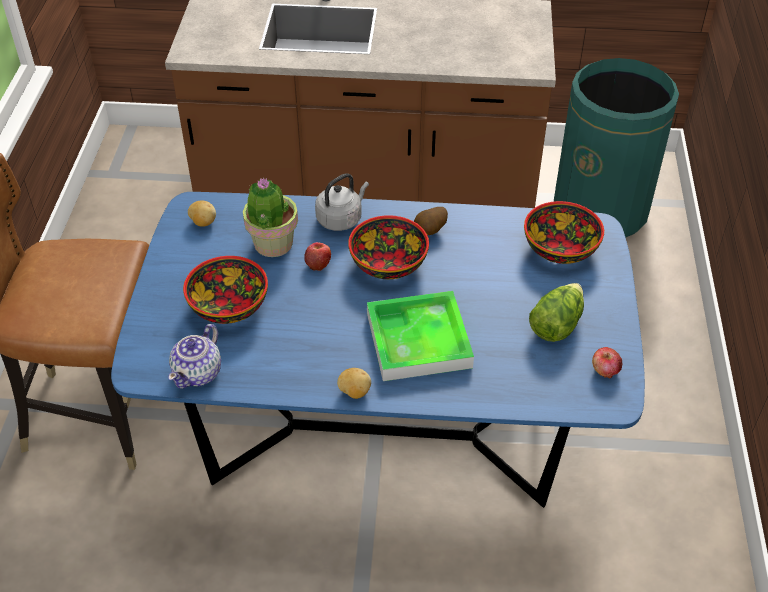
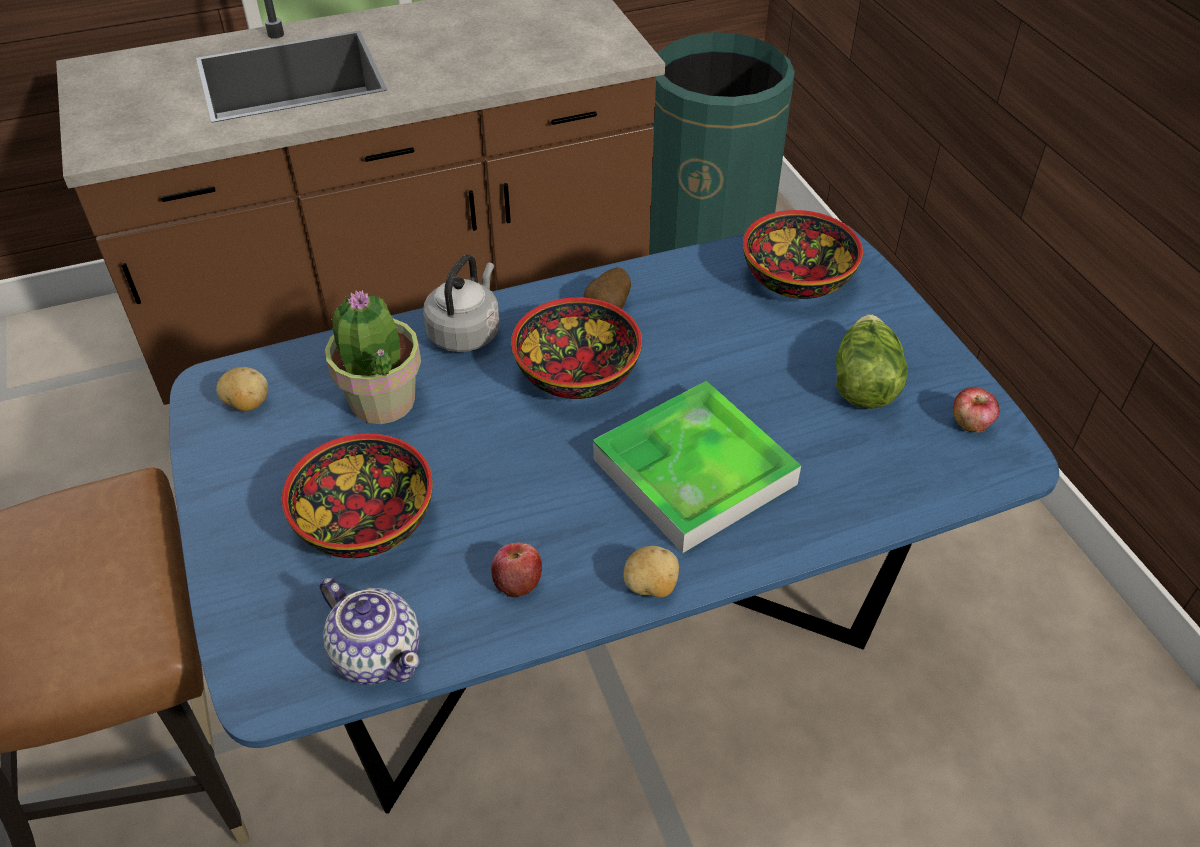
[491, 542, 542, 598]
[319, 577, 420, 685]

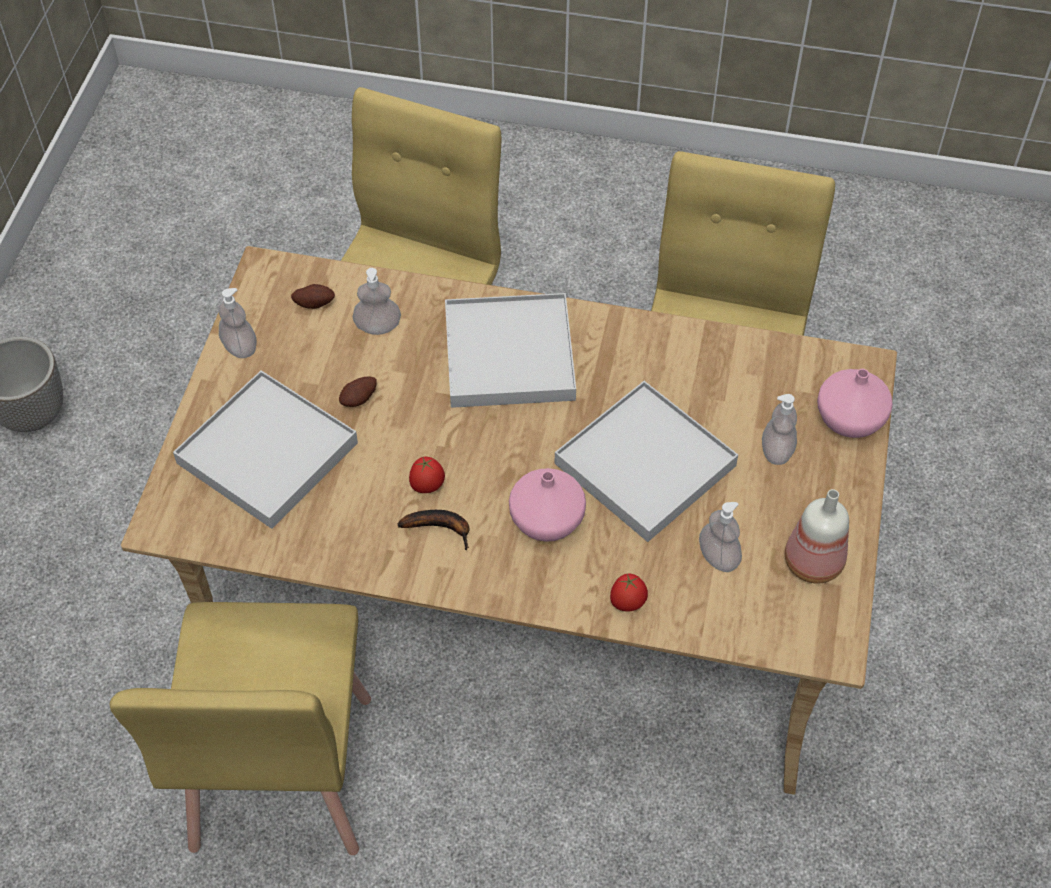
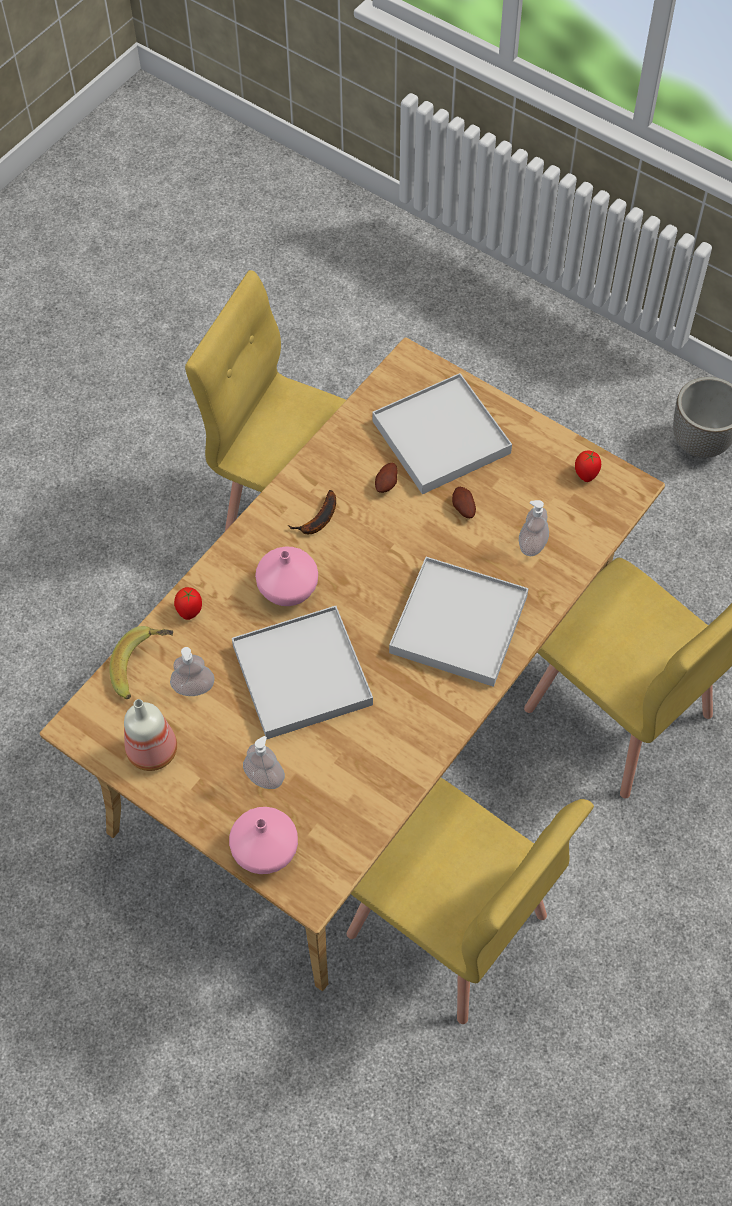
[219, 288, 257, 358] (first image)
[109, 626, 173, 699]
[375, 463, 397, 493]
[575, 451, 601, 482]

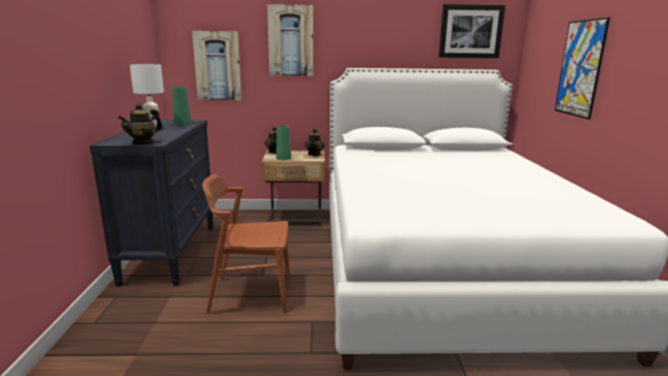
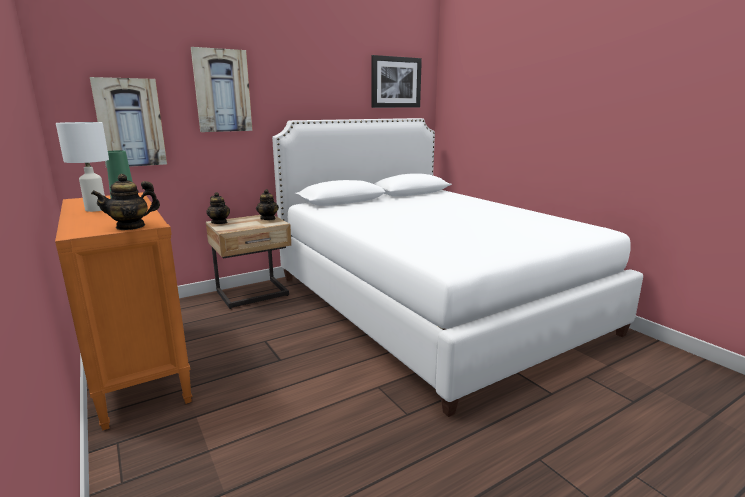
[203, 174, 290, 314] (first image)
[276, 125, 291, 160] (first image)
[554, 18, 610, 119] (first image)
[55, 192, 192, 431]
[91, 174, 160, 230]

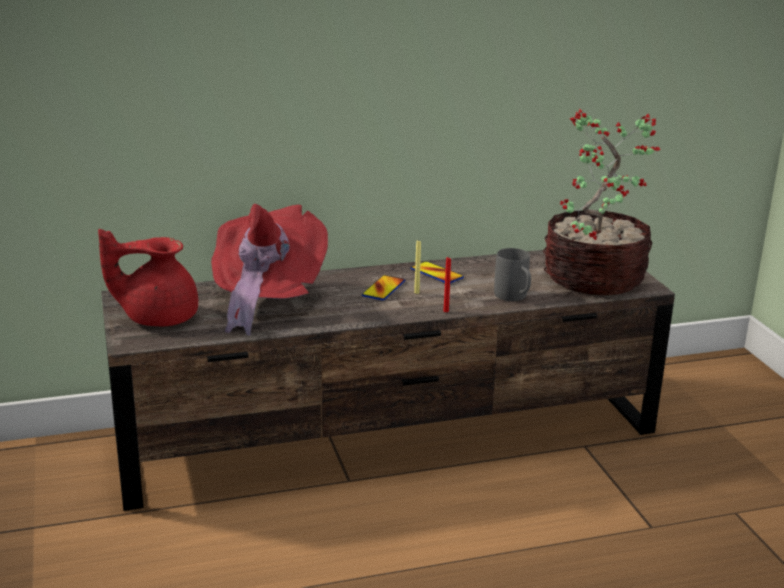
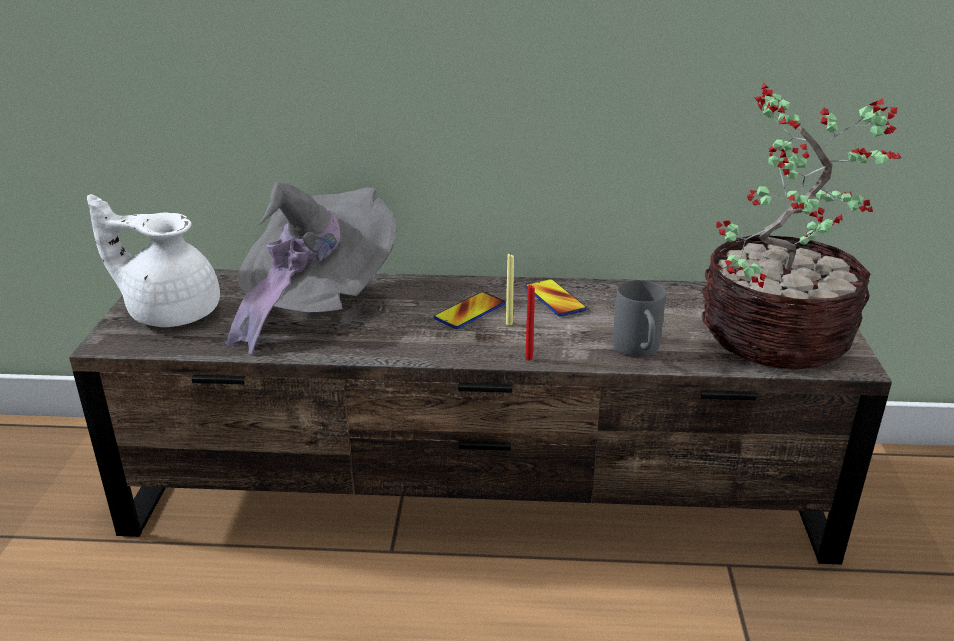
[87, 194, 220, 327]
[226, 182, 397, 356]

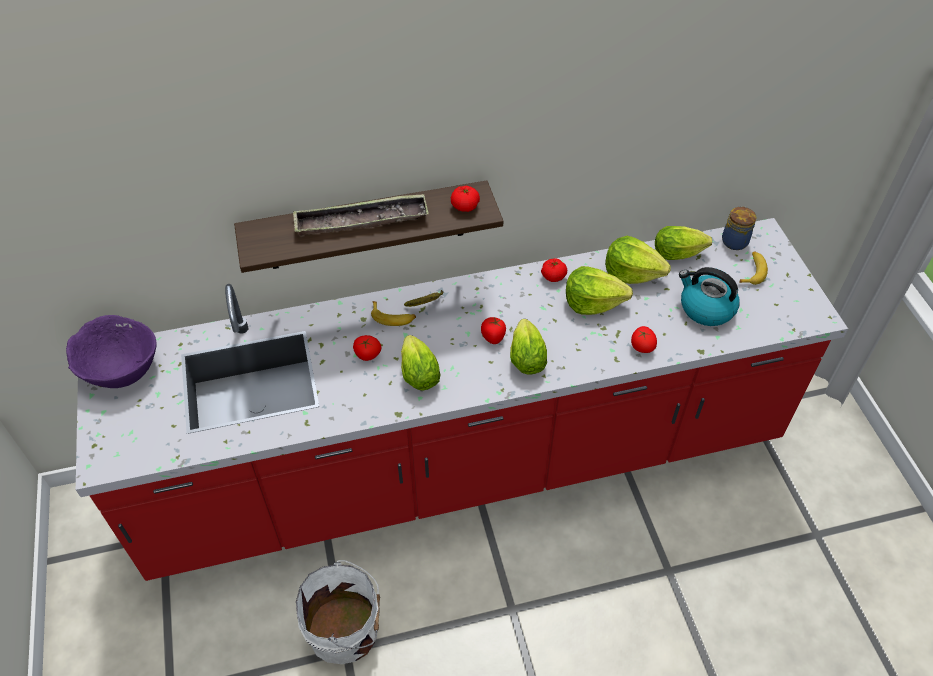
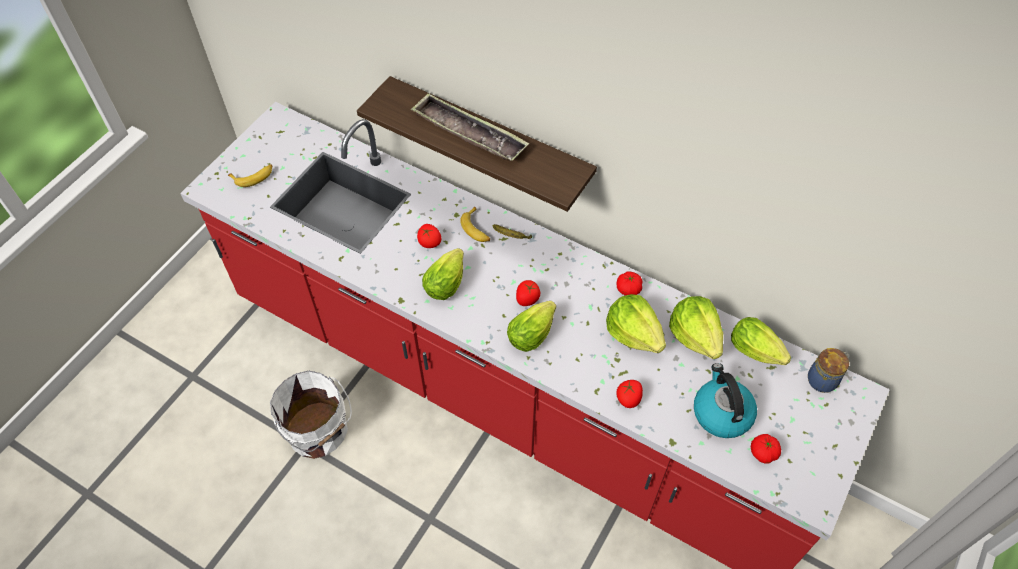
[66, 315, 157, 388] (first image)
[751, 434, 781, 463]
[228, 164, 273, 187]

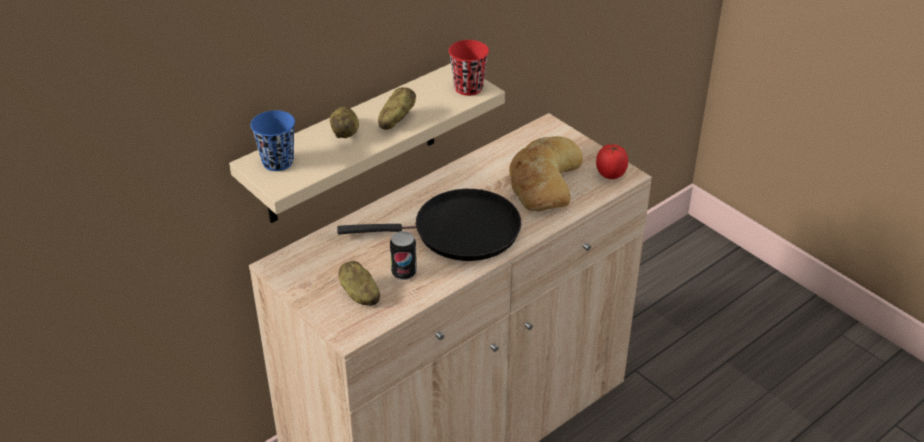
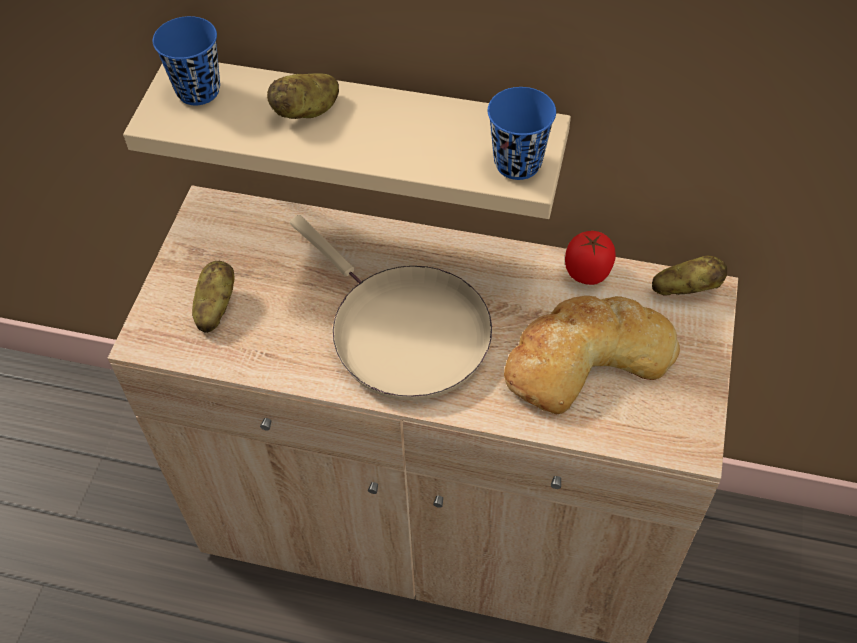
[390, 231, 417, 280] (first image)
[652, 256, 727, 296]
[565, 231, 616, 285]
[290, 215, 492, 401]
[488, 87, 556, 180]

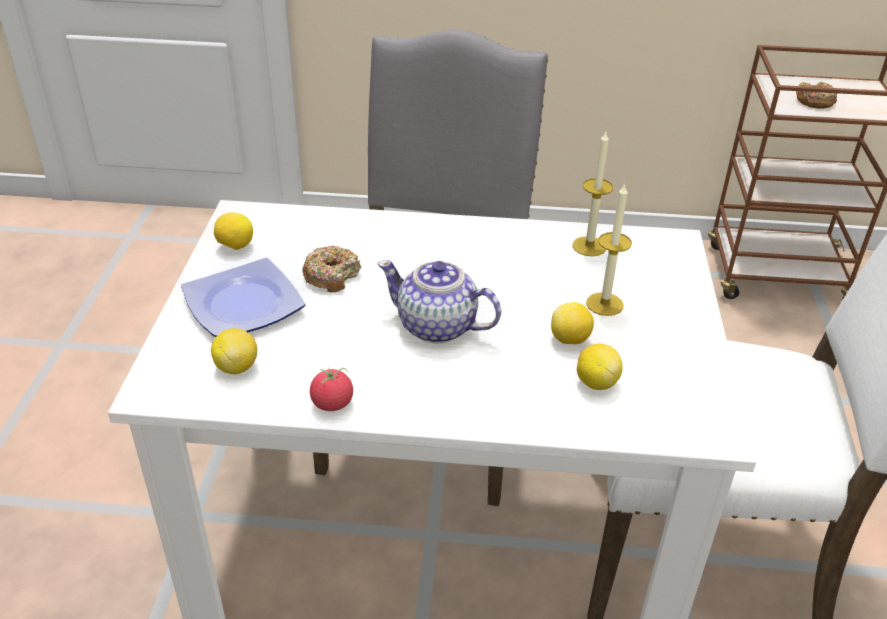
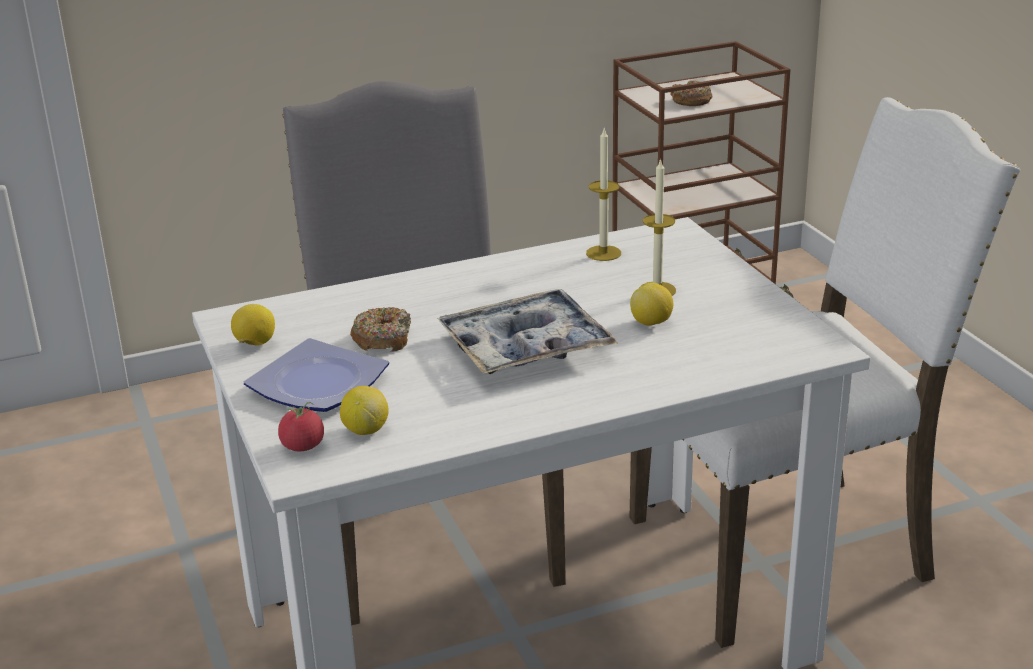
[577, 343, 623, 390] (first image)
[278, 402, 324, 451]
[437, 289, 617, 374]

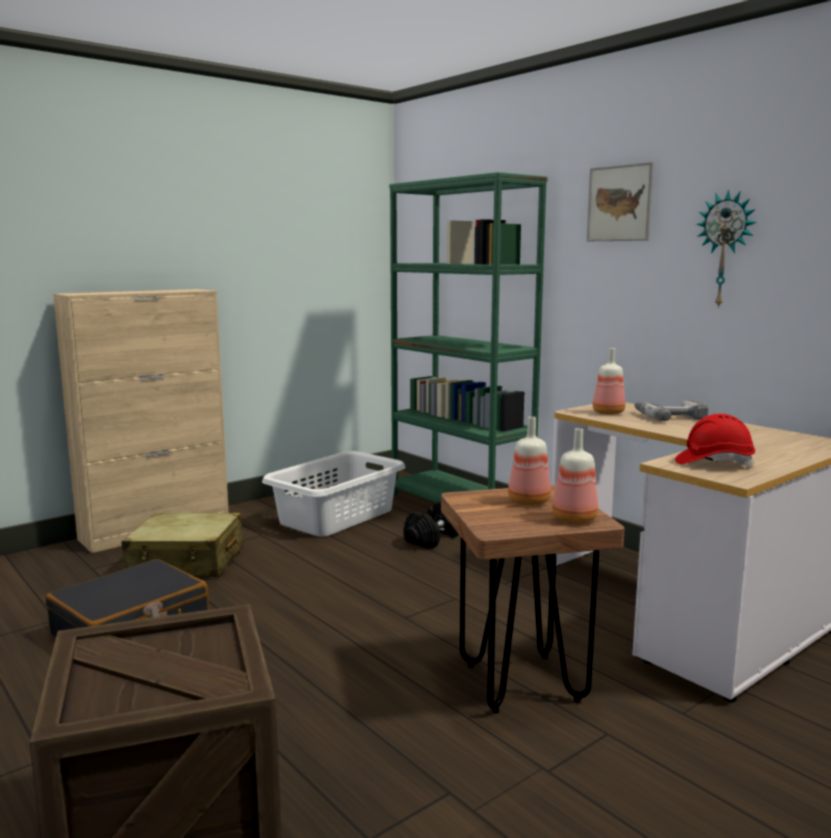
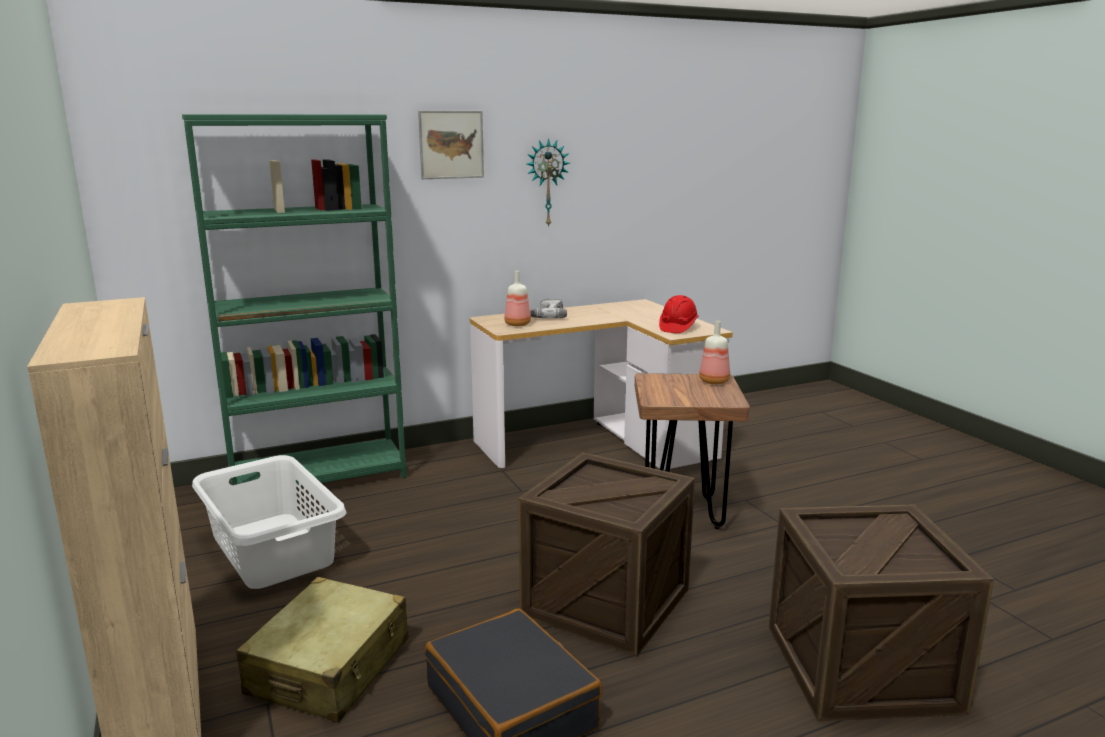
[403, 501, 459, 549] (first image)
[508, 417, 551, 506] (first image)
[518, 452, 695, 657]

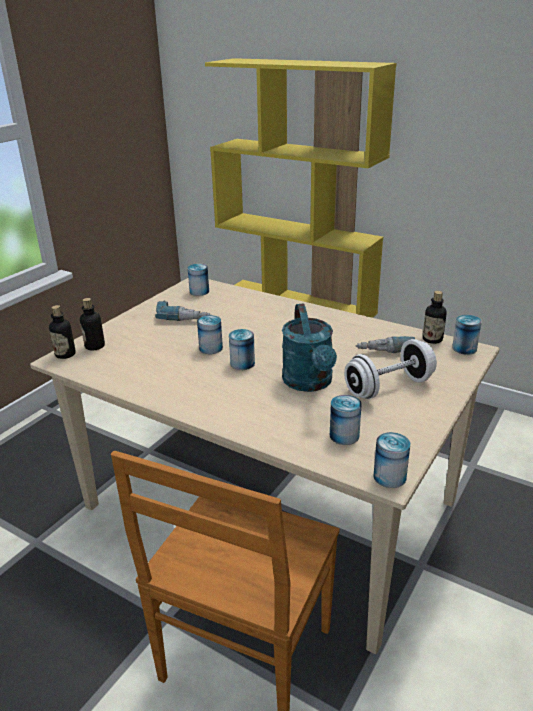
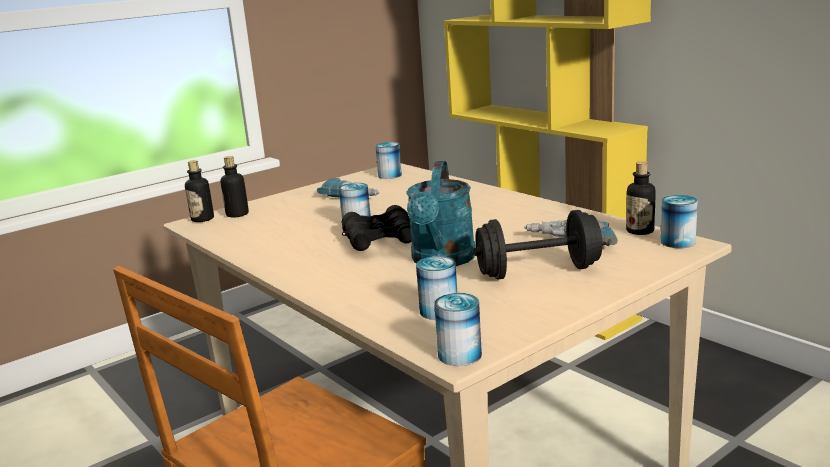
[342, 205, 411, 251]
[474, 210, 602, 280]

